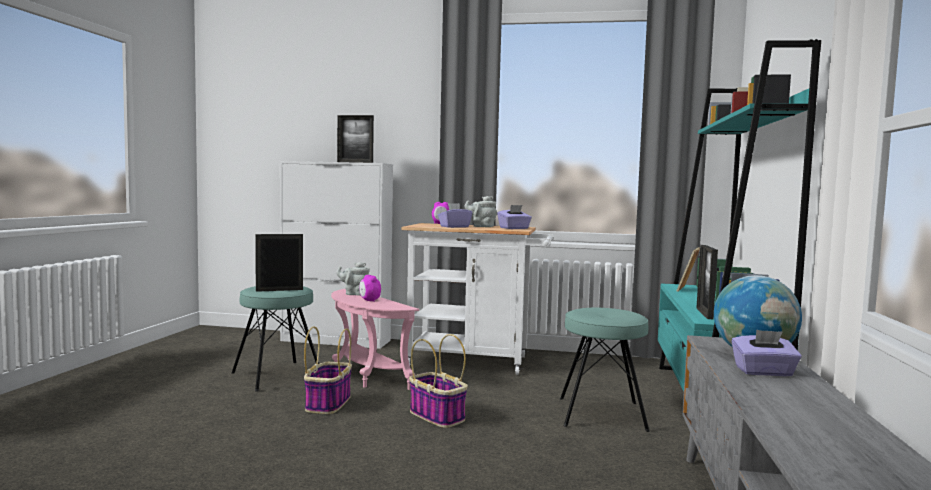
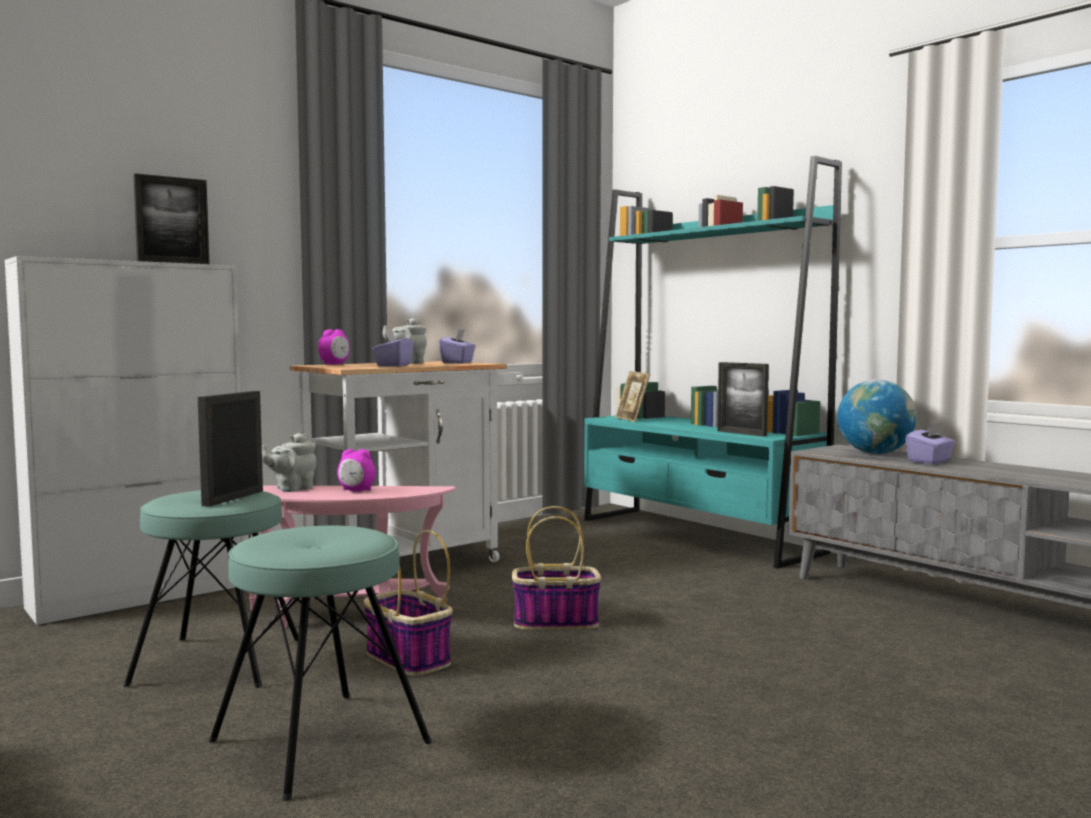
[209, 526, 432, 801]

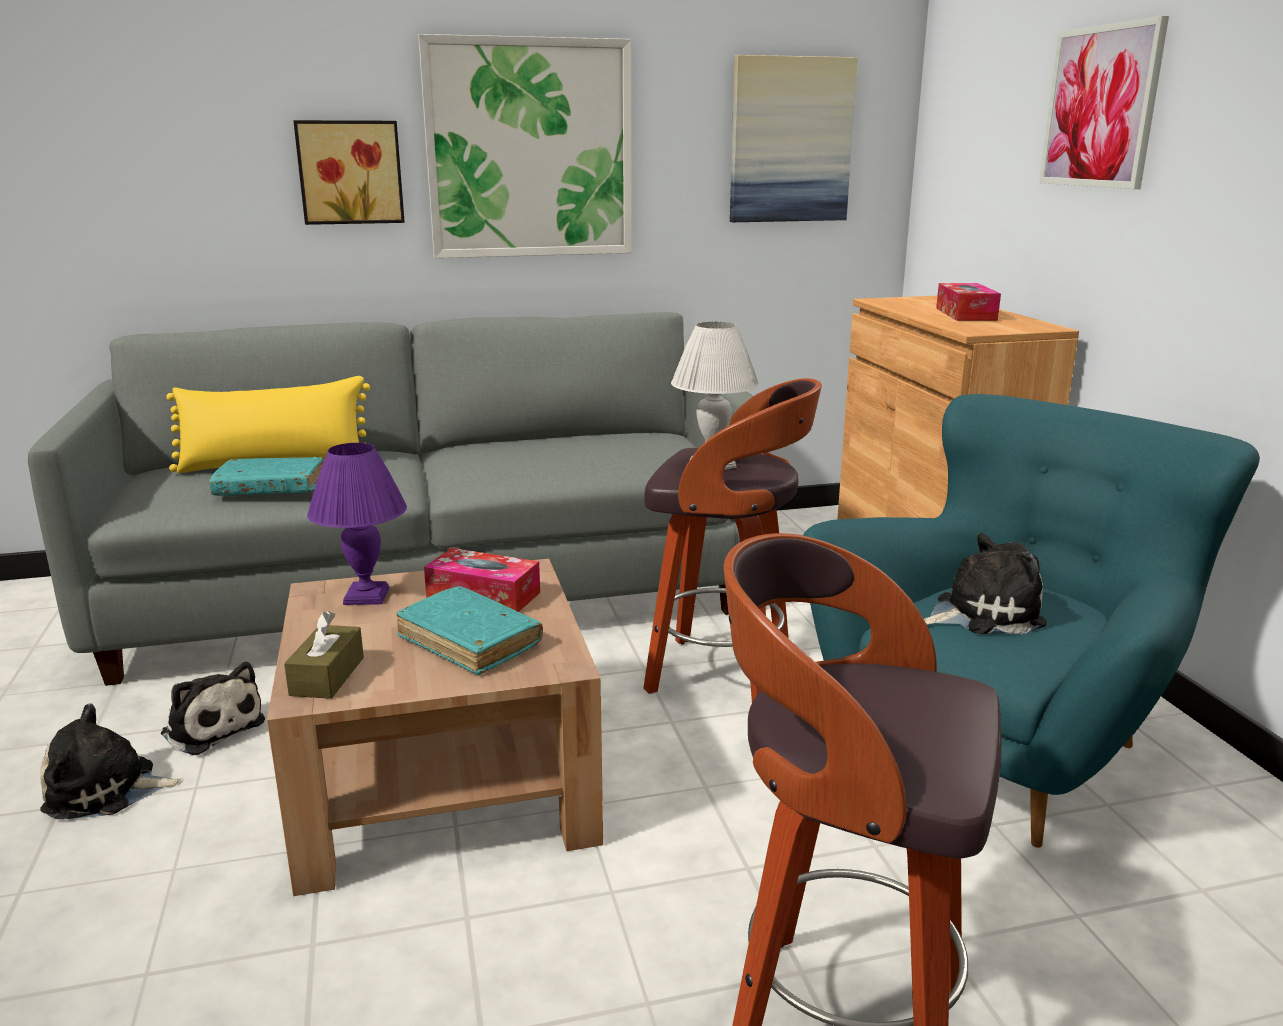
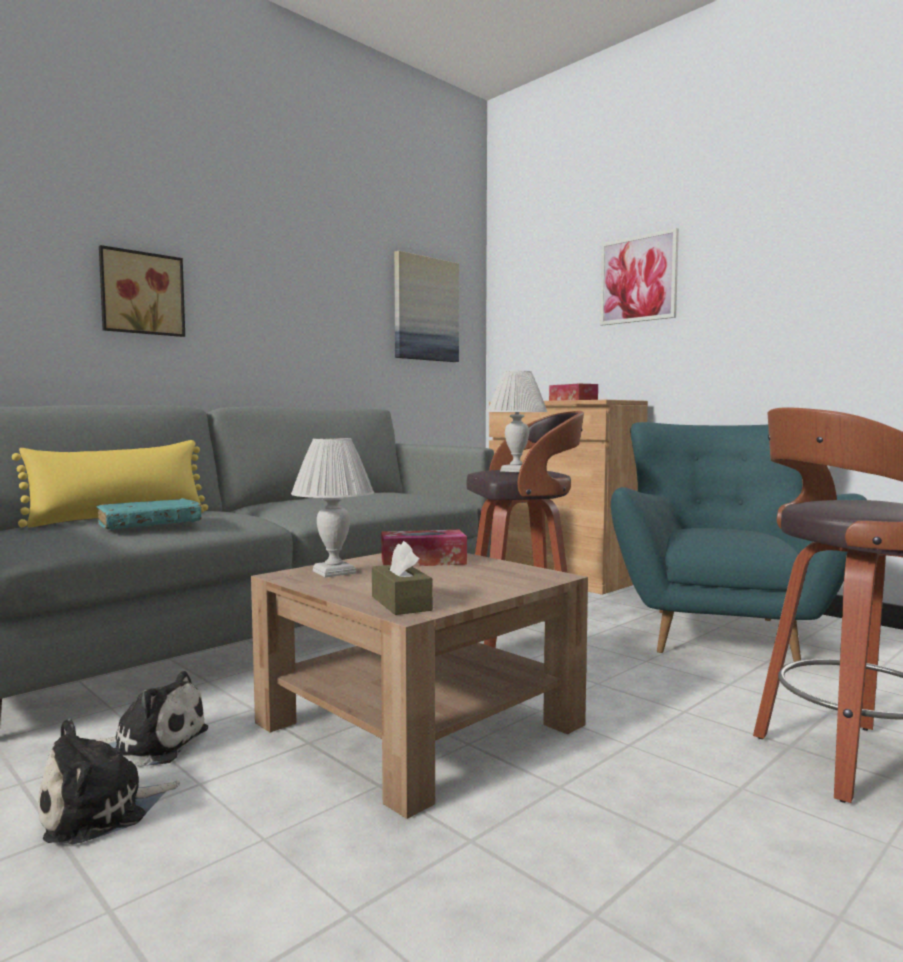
[397, 586, 543, 675] (first image)
[418, 34, 632, 258] (first image)
[924, 533, 1047, 635] (first image)
[291, 438, 374, 577]

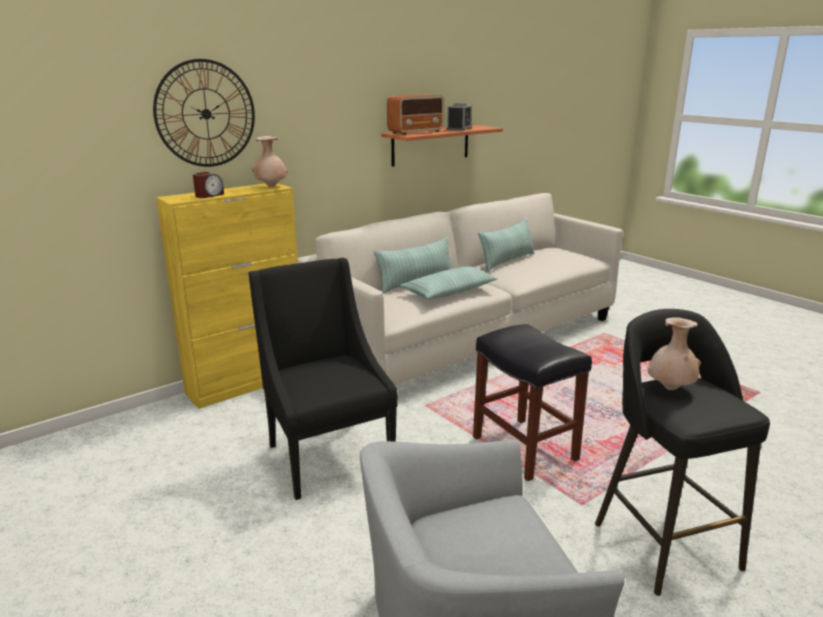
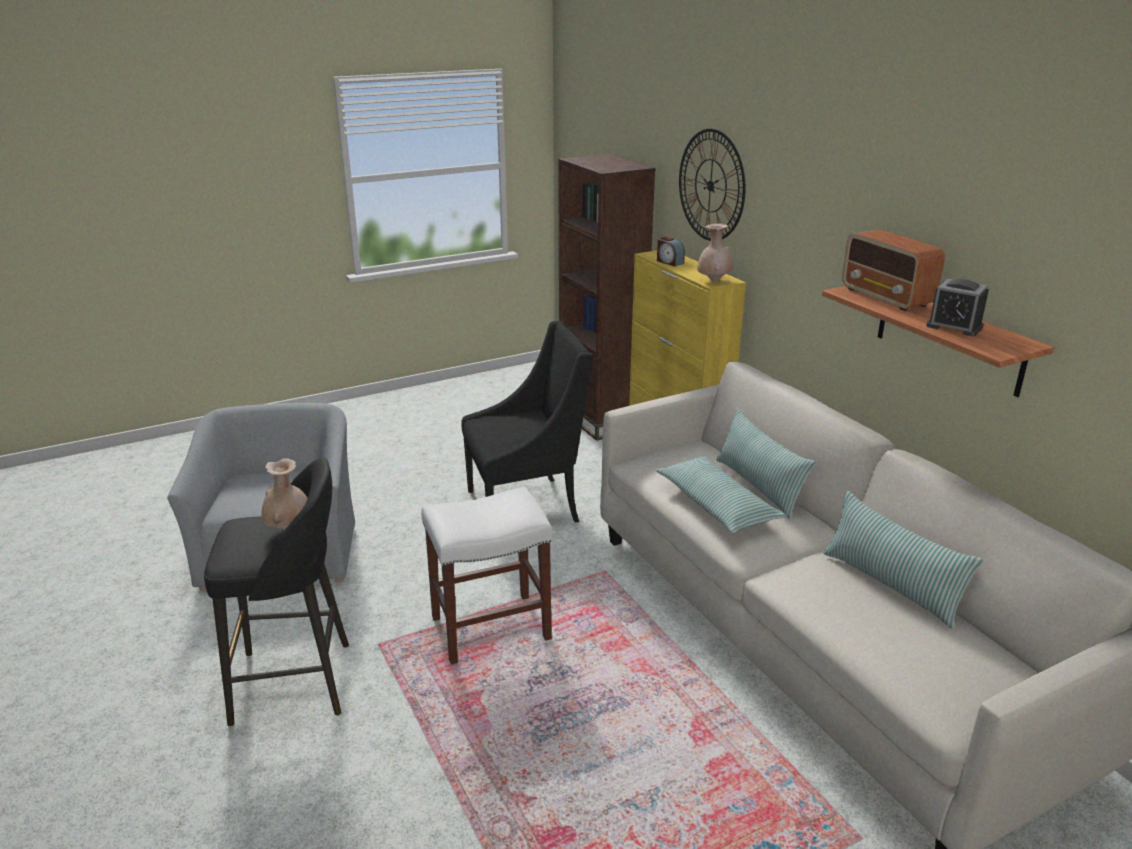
[558, 154, 656, 441]
[421, 487, 553, 664]

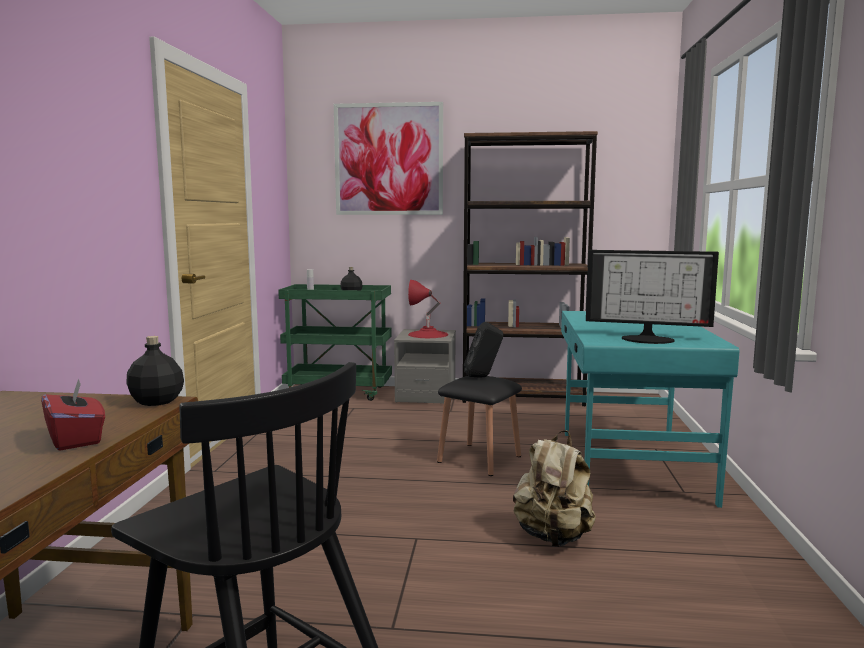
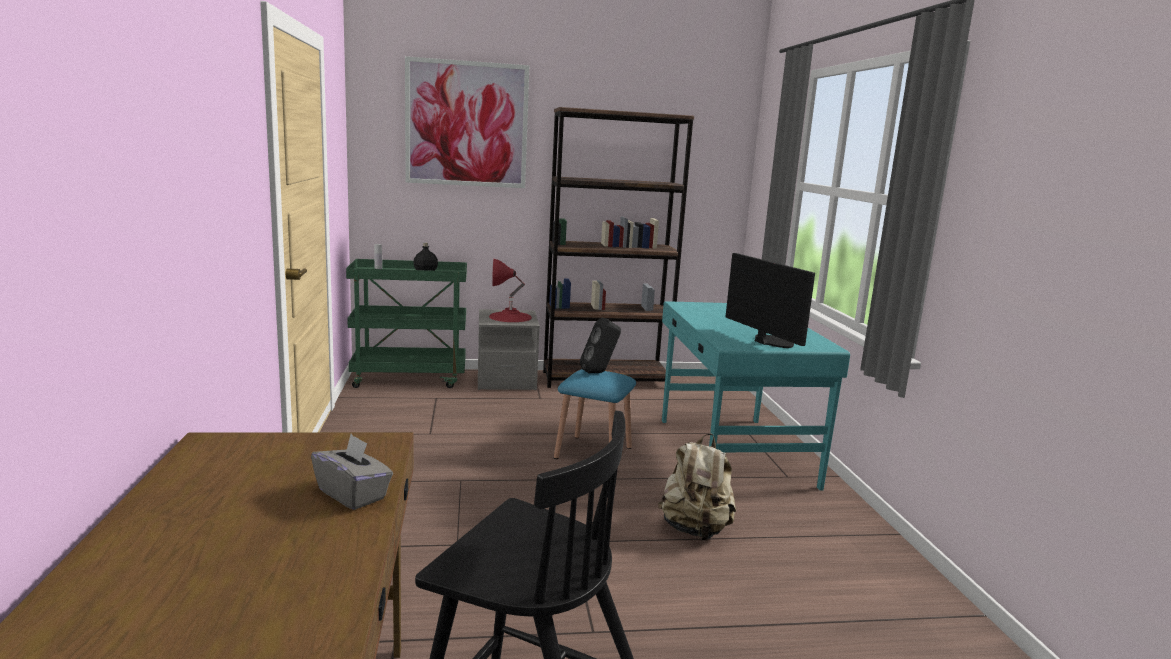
[126, 336, 184, 406] (first image)
[311, 434, 393, 510]
[554, 369, 636, 459]
[726, 253, 815, 348]

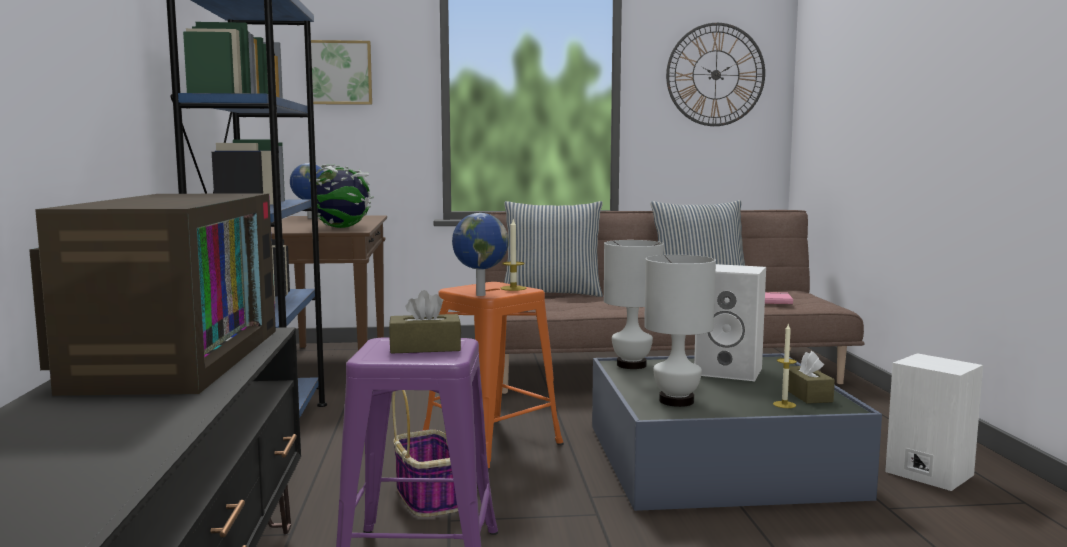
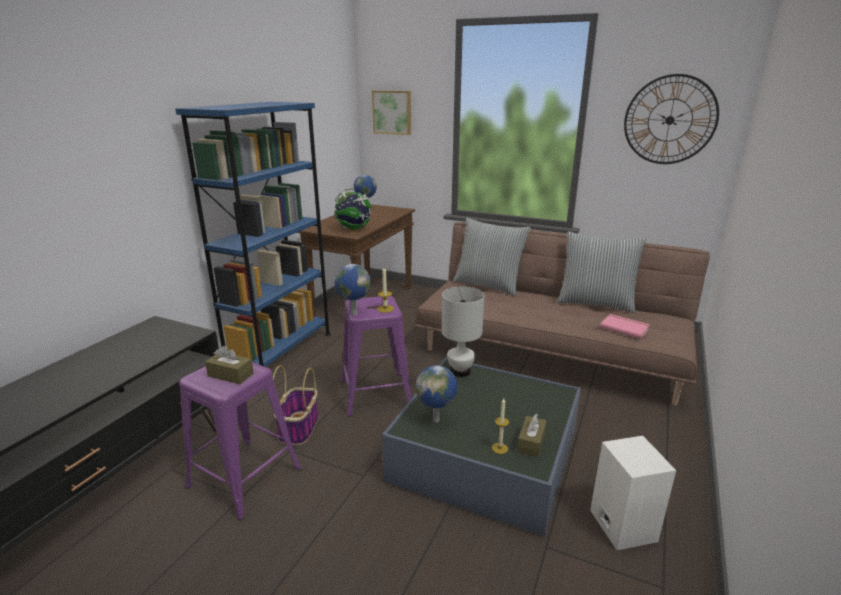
[29, 193, 276, 396] (first image)
[694, 264, 766, 381] (first image)
[416, 365, 458, 422]
[341, 296, 411, 417]

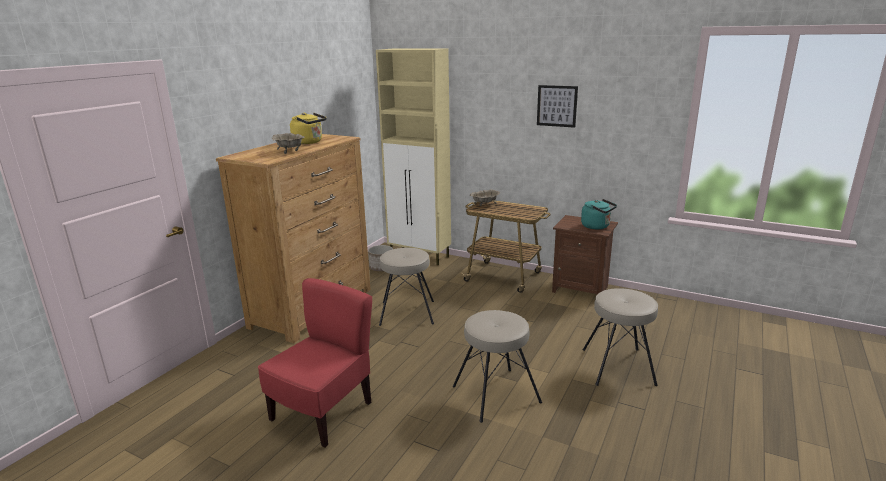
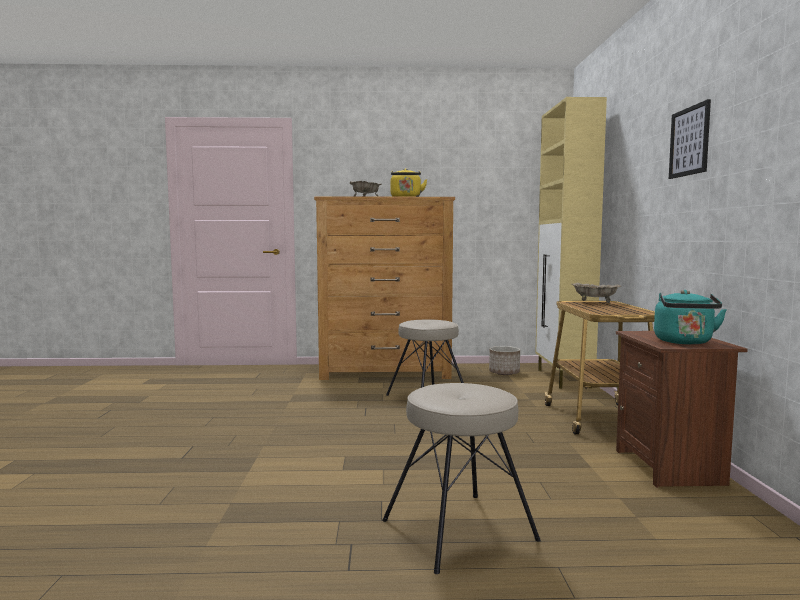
[258, 278, 372, 448] (first image)
[453, 310, 542, 423] (first image)

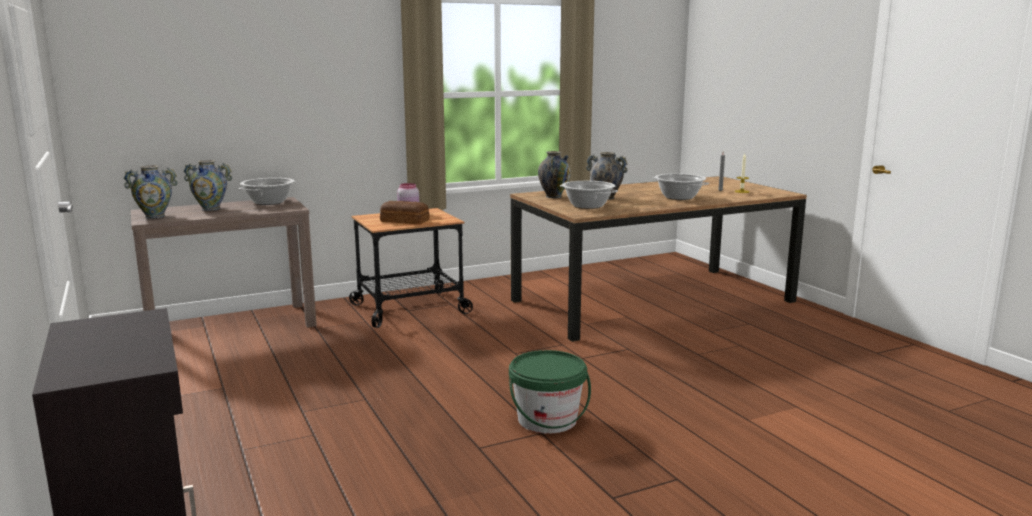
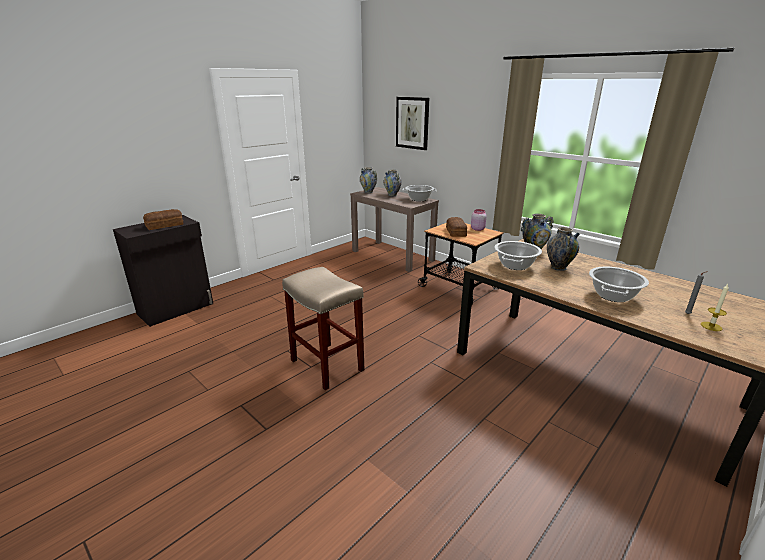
[143, 209, 183, 230]
[396, 97, 429, 150]
[282, 267, 364, 390]

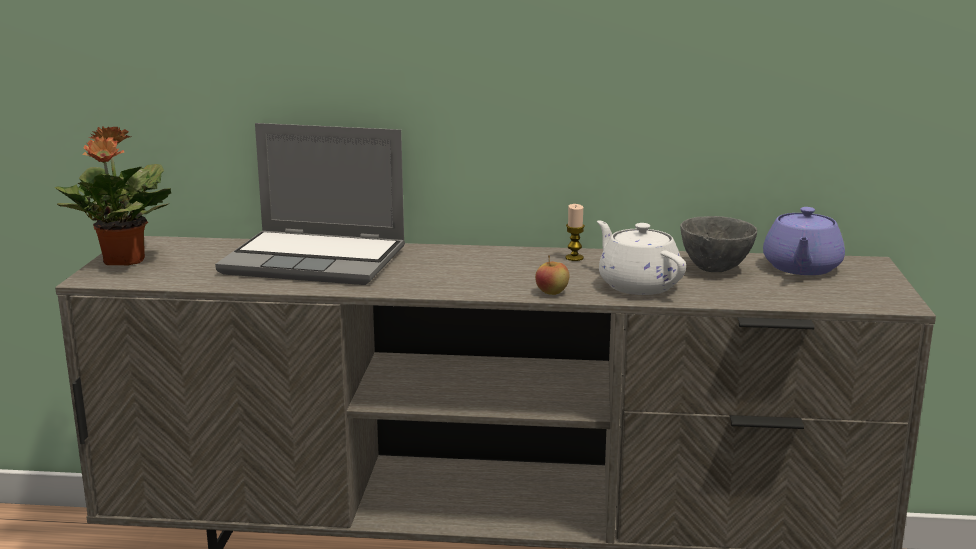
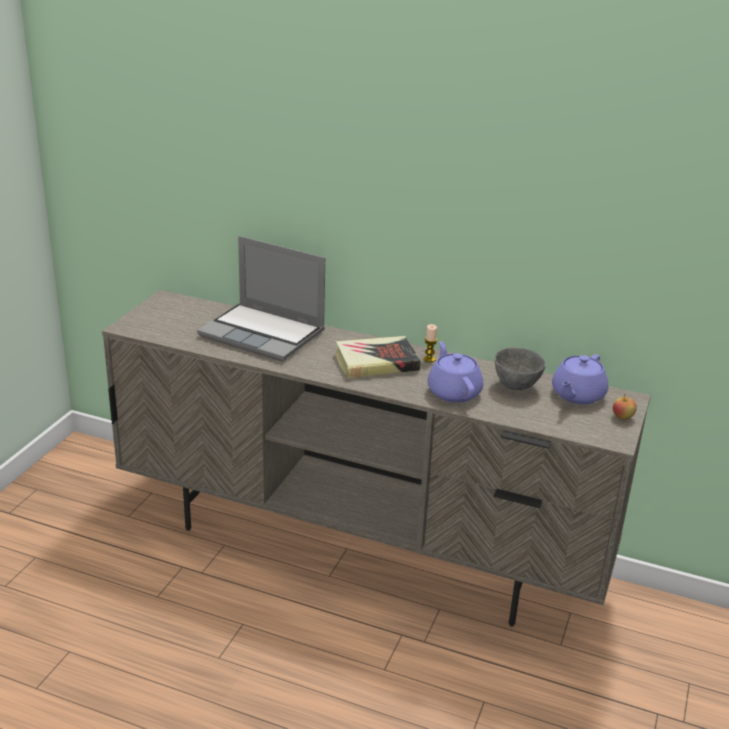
[54, 127, 171, 266] (first image)
[335, 336, 421, 378]
[613, 393, 637, 420]
[428, 341, 483, 403]

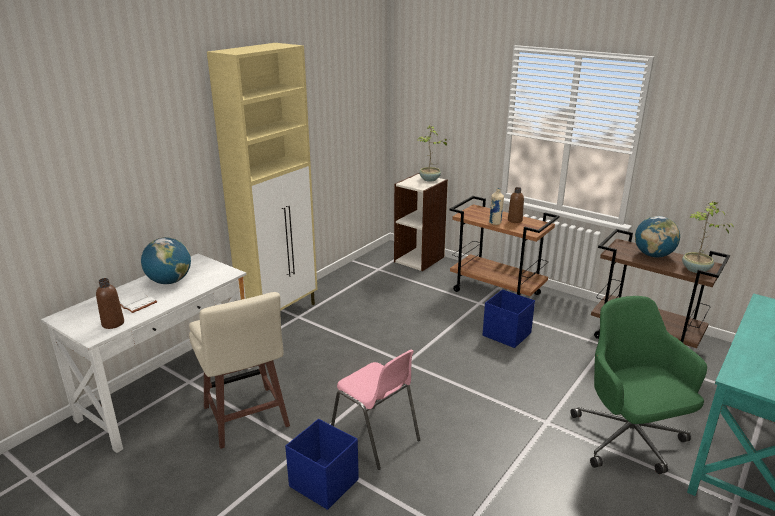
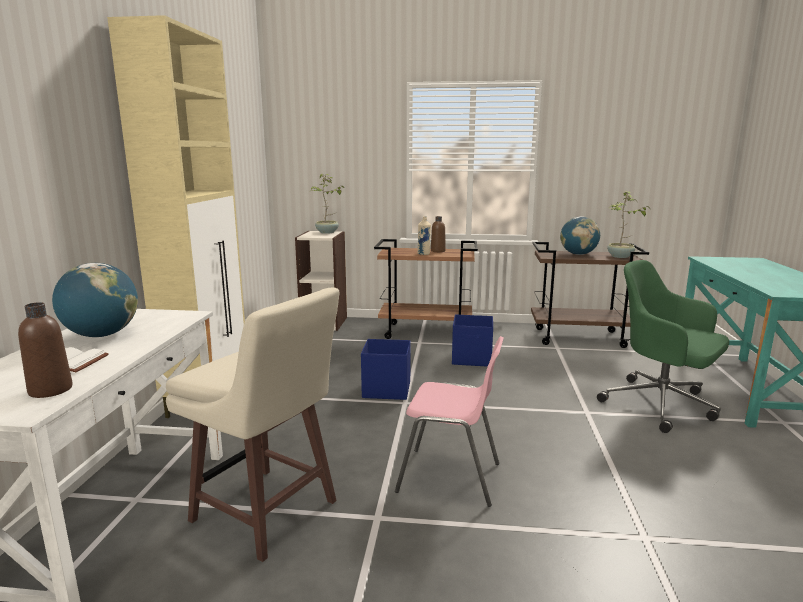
[361, 339, 411, 400]

